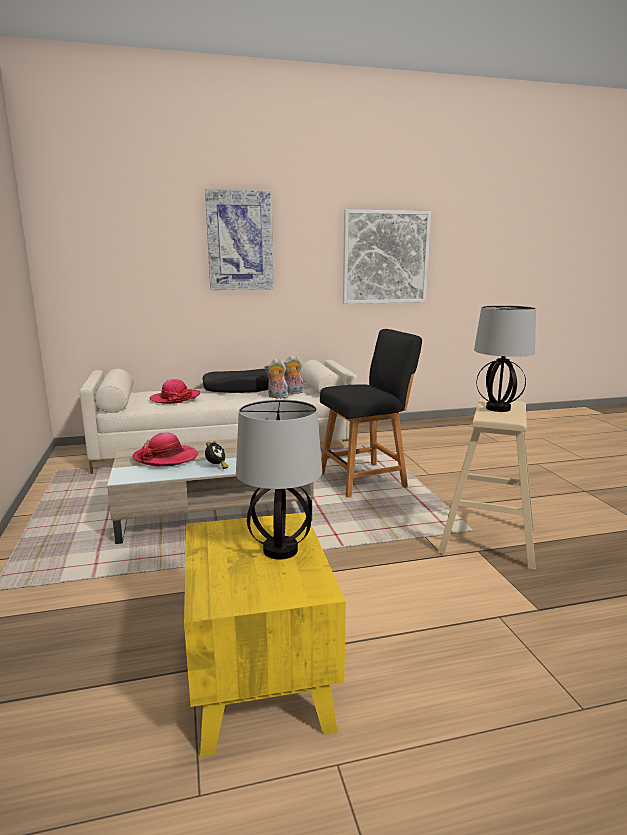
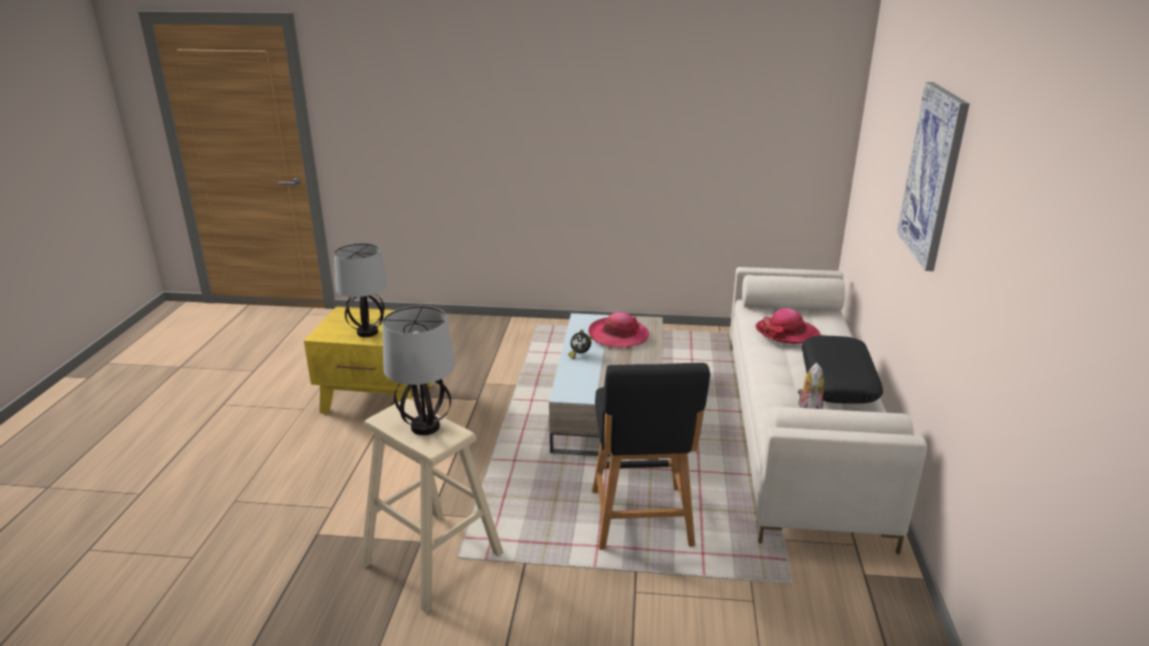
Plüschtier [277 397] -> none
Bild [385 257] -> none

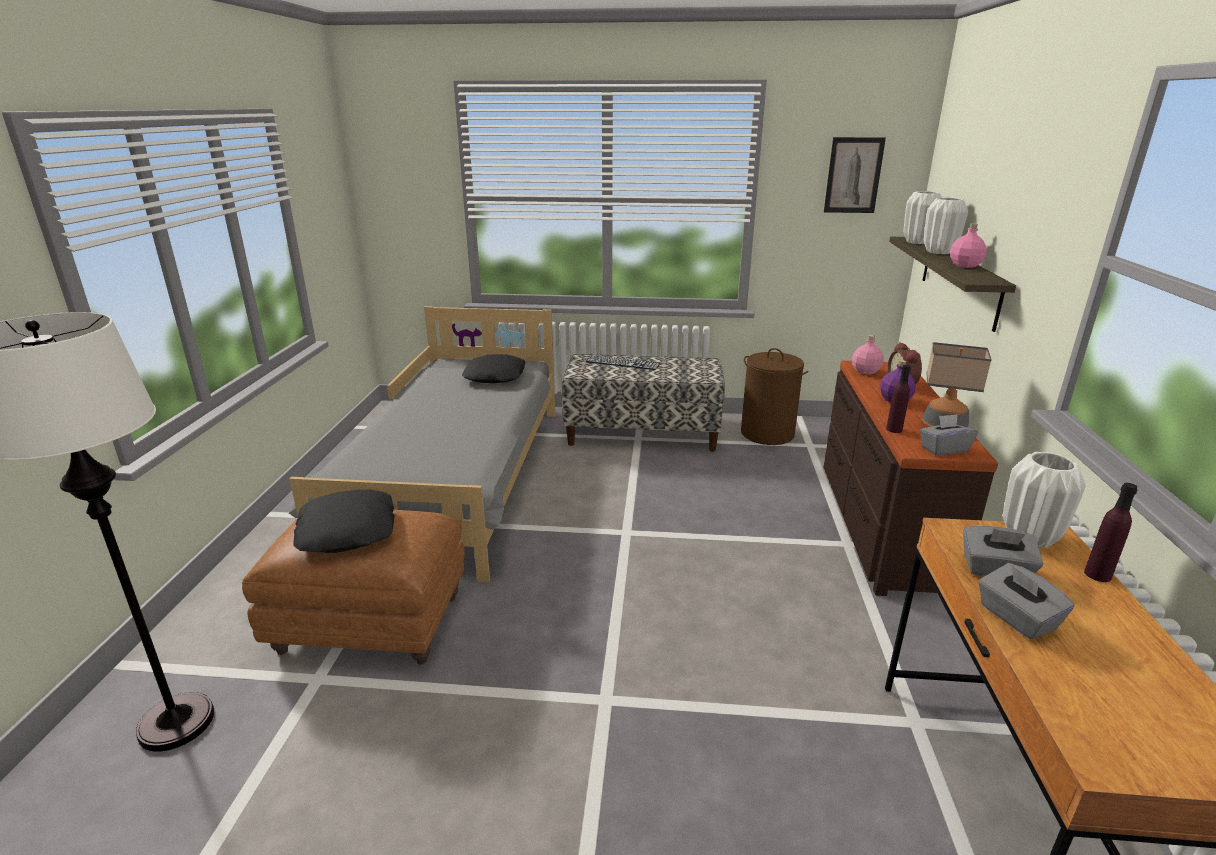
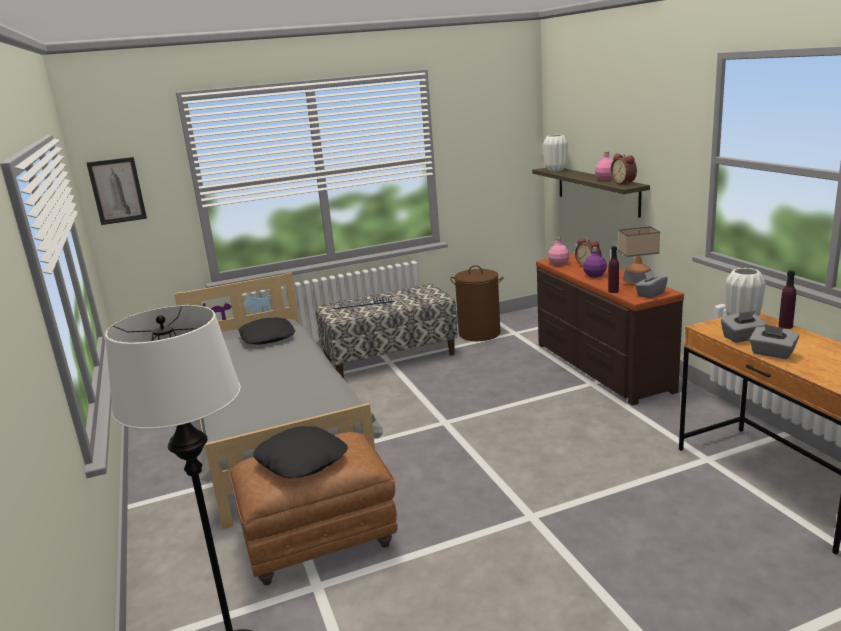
Bild [853 175] -> Bild [117 191], moved
none -> Wecker [624 183]
Vase (weiß) [938 252] -> none

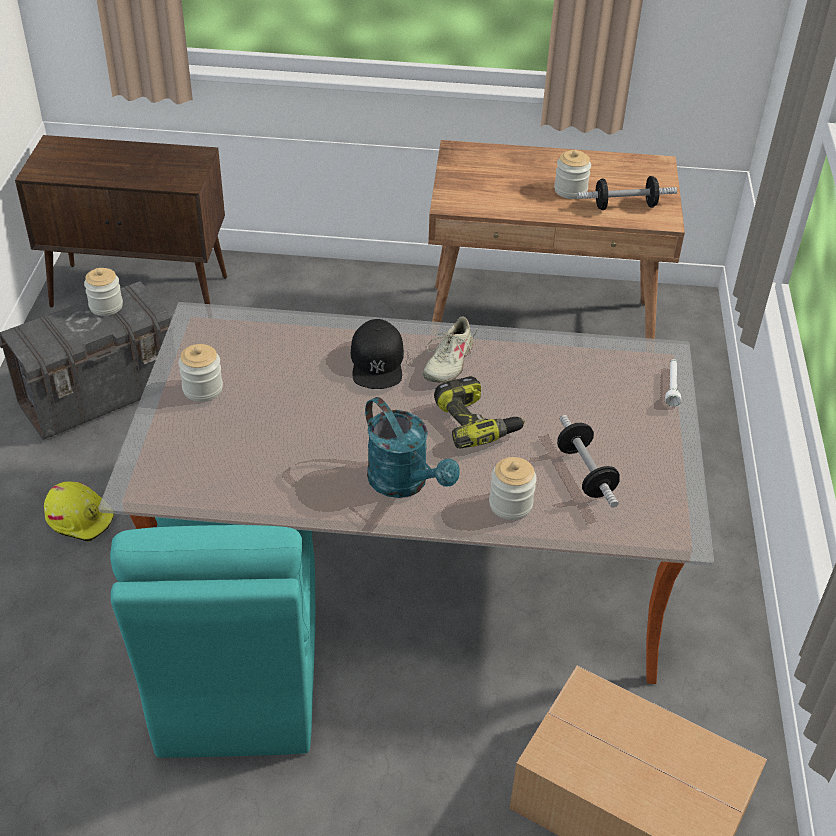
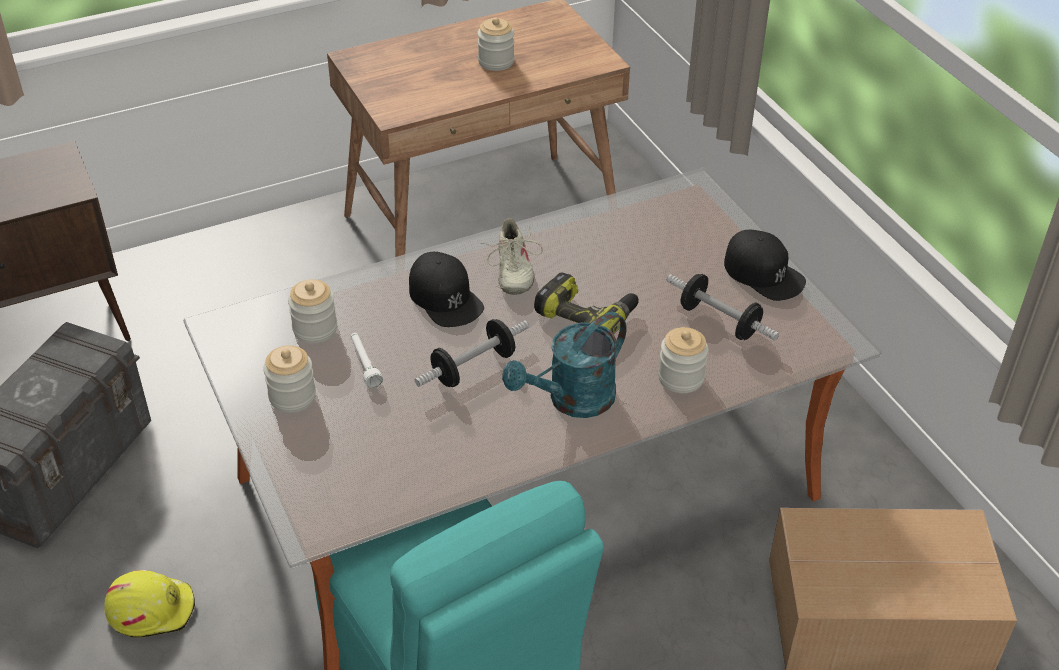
Vorratsglas [106 306] -> Vorratsglas [315 329], moved
Taschenlampe (weiß) [672 386] -> Taschenlampe (weiß) [364 364], moved
Hantel [624 206] -> Hantel [473 367], moved
Gießkanne (türkis) [405 483] -> Gießkanne (türkis) [572 401], 120 degrees clockwise
none -> Kappe (schwarz) [763 273]

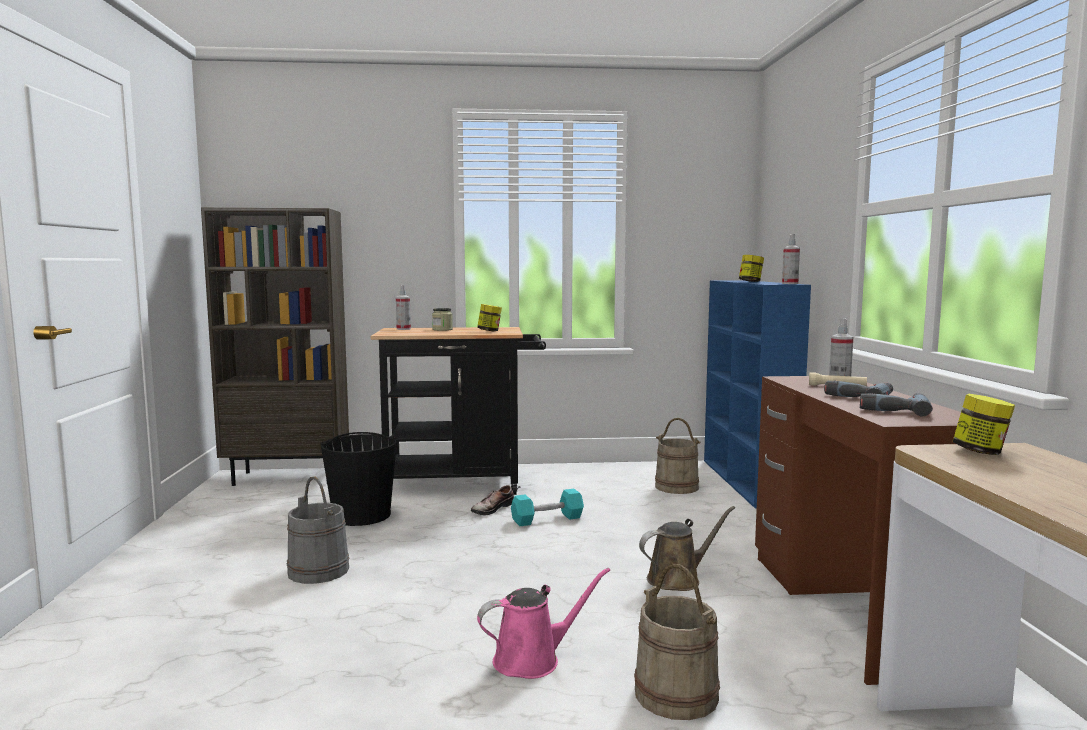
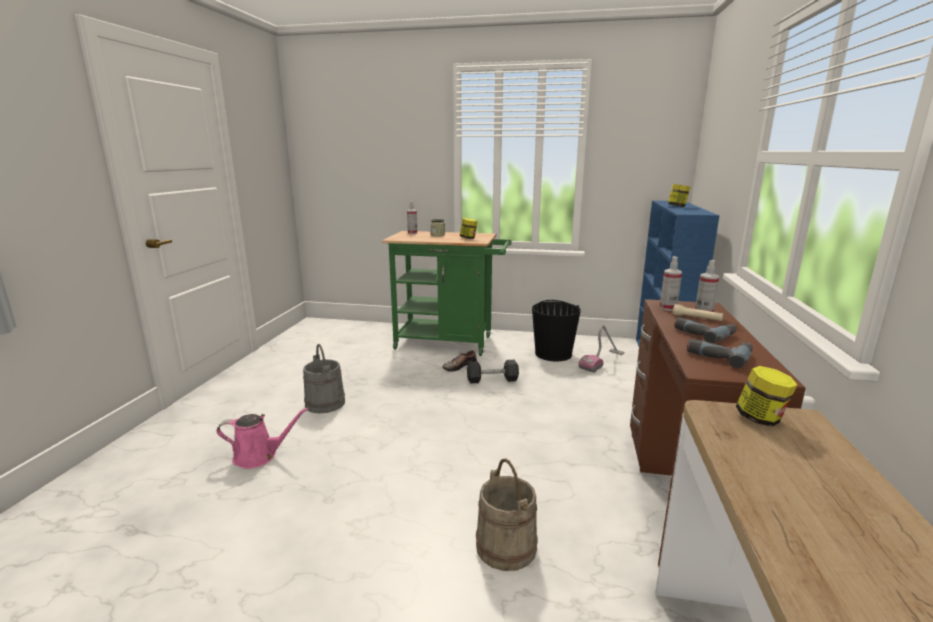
Gießkanne (rosa) [533 659] -> Gießkanne (rosa) [259 456], moved
Rollwagen (schwarz) [463 484] -> Rollwagen (grün) [450 343]
Hantel (türkis) [547 519] -> Hantel (schwarz) [492 379]
Eimer (schwarz) [361 515] -> Eimer (schwarz) [553 353], moved
Eimer (beige) [676 487] -> Staubsauger [602 361]
Sprühflasche [790 283] -> Sprühflasche [668 308], moved
Bücherregal (braun) [288 477] -> none
Gießkanne (braun) [678 579] -> none

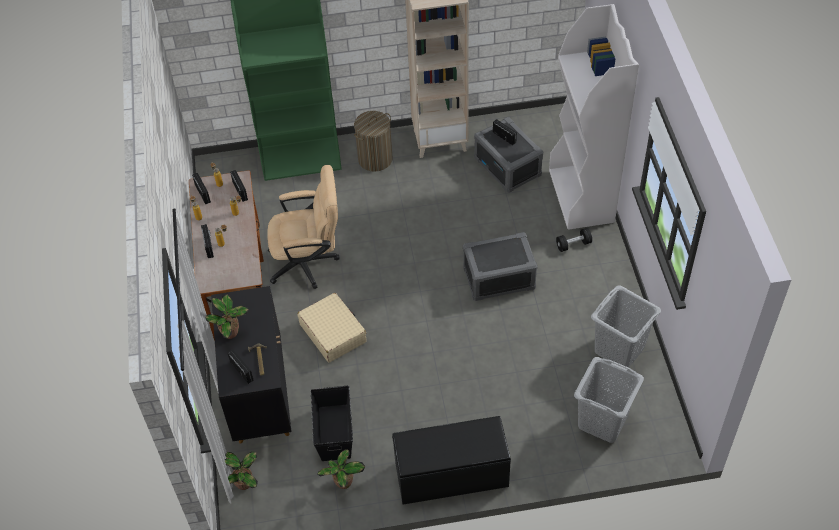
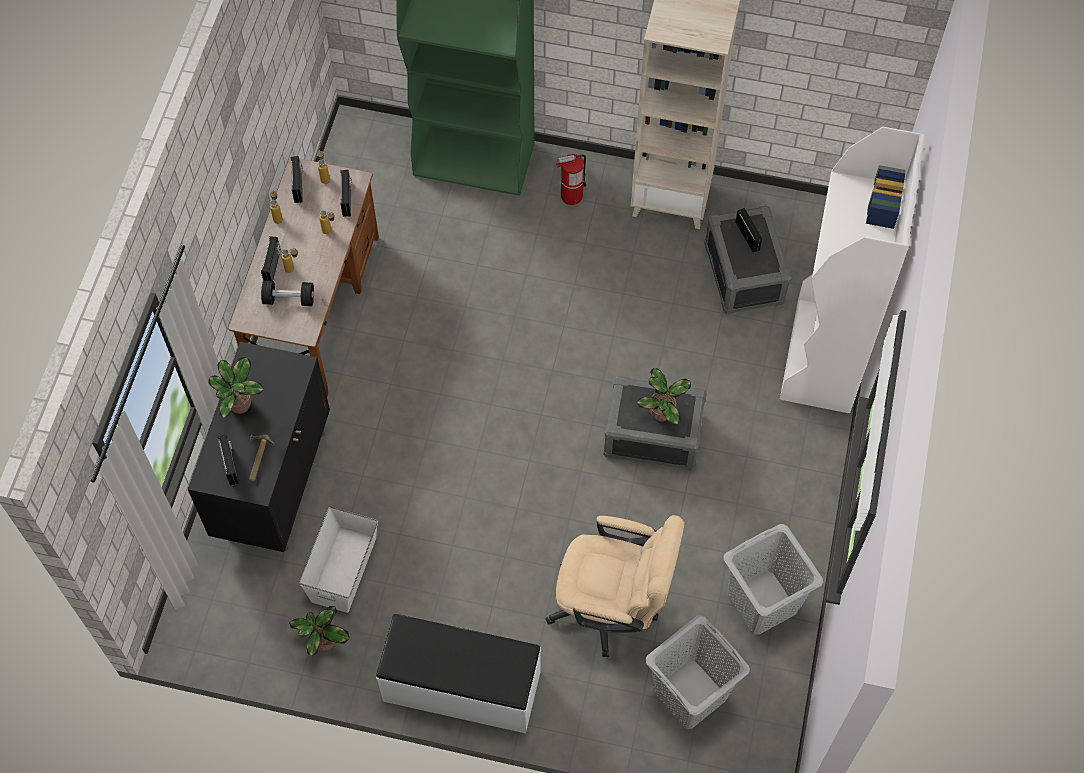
Hantel (schwarz) [573 244] -> Hantel (schwarz) [289 299], moved
Aufbewahrungsbox (schwarz) [334 432] -> Aufbewahrungsbox (weiß) [343 569]
Bank (schwarz) [451 475] -> Bank (weiß) [461 688]
Bürostuhl (beige) [309 262] -> Bürostuhl (beige) [612 608], moved
Wäschekorb [375 159] -> Feuerlöscher [571 196]
Topfpflanze [245 483] -> Topfpflanze [662 413], moved
Koffer (beige) [333 333] -> none

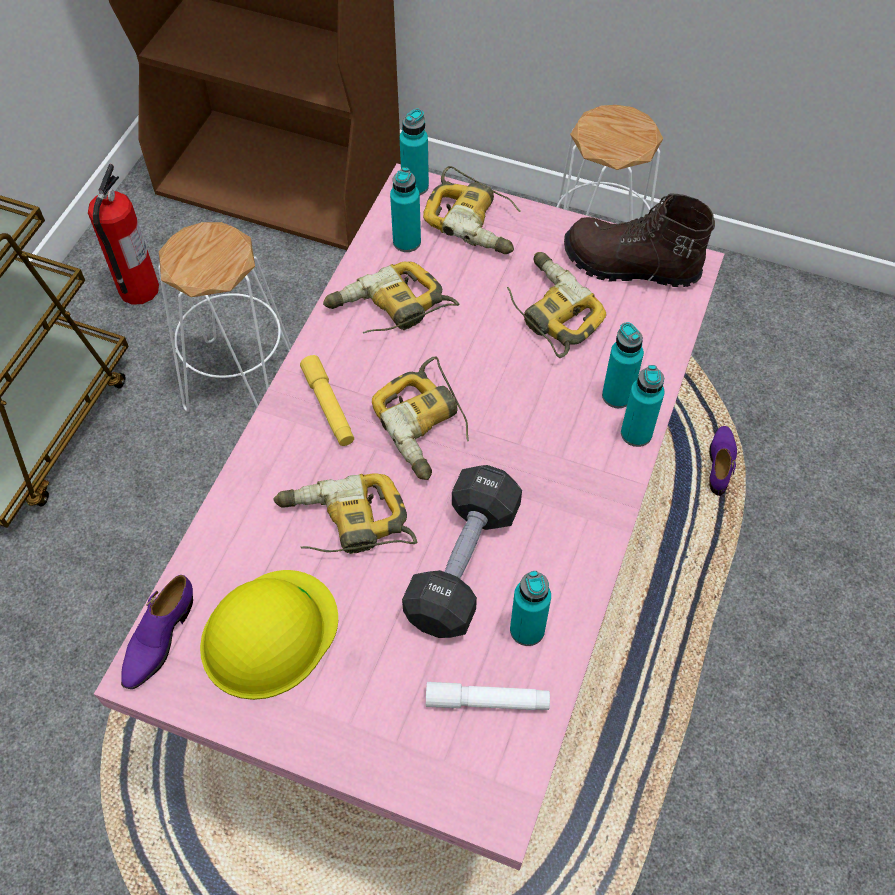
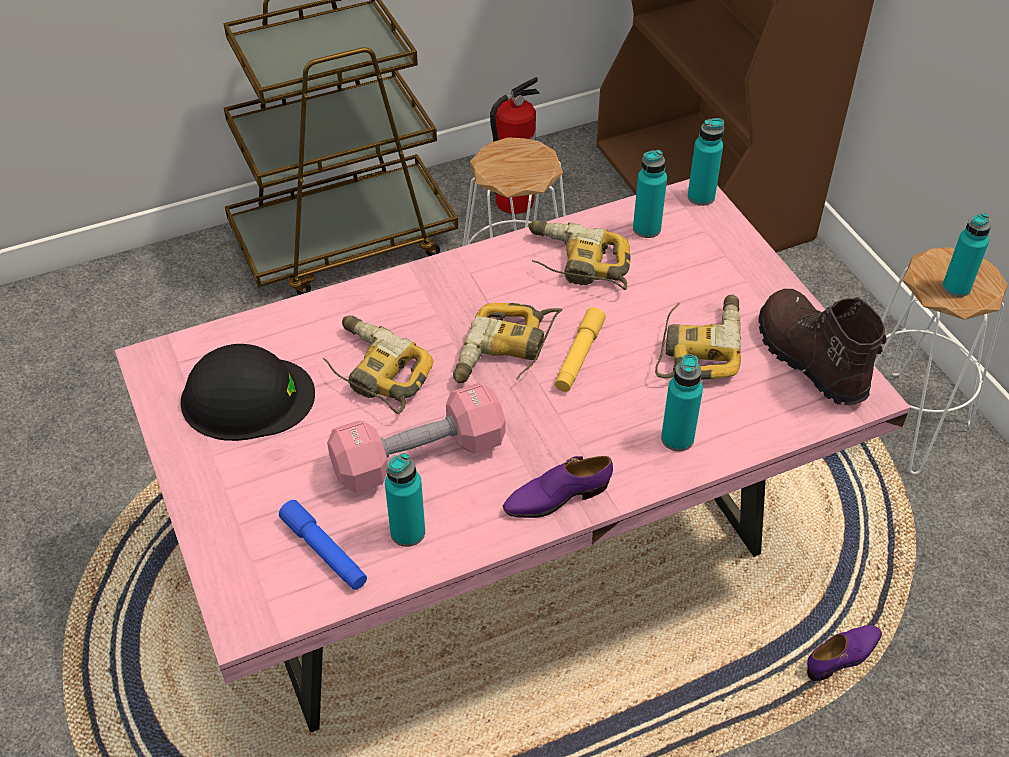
Schutzhelm (gelb) [268 634] -> Schutzhelm (schwarz) [246 397]
Taschenlampe (weiß) [487 701] -> Taschenlampe (blau) [324 551]
Hantel (schwarz) [463 564] -> Hantel (rosa) [419 457]
Schuh (lila) [158 639] -> Schuh (lila) [556 497], moved
Taschenlampe (gelb) [328 406] -> Taschenlampe (gelb) [579 356], moved
Flasche (türkis) [636 433] -> Flasche (türkis) [956 287], moved
Bohrmaschine [476 221] -> none

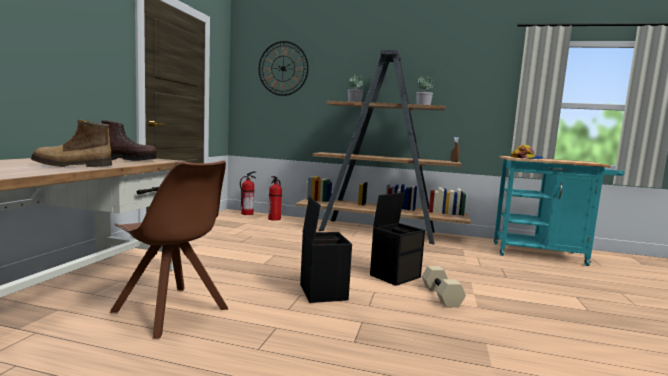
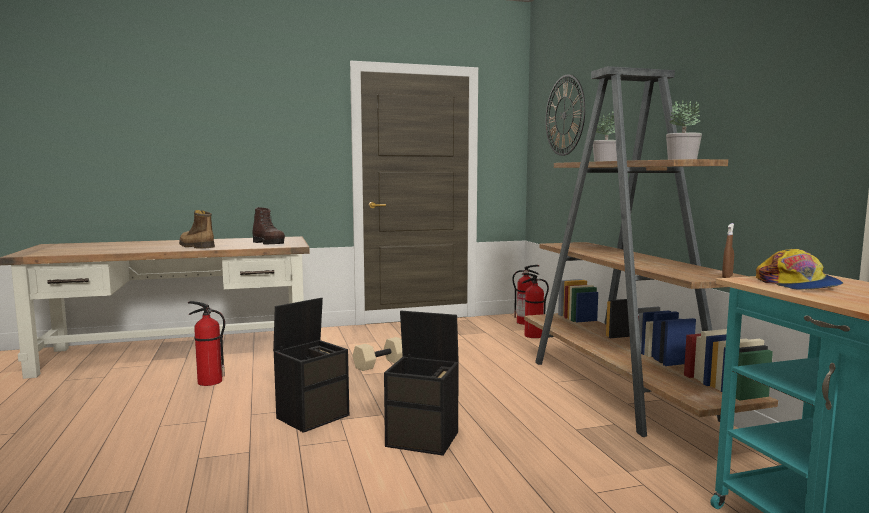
Stuhl (braun) [172 311] -> Feuerlöscher [209 382]
Hantel (beige) [442 296] -> Hantel (beige) [380 364], moved

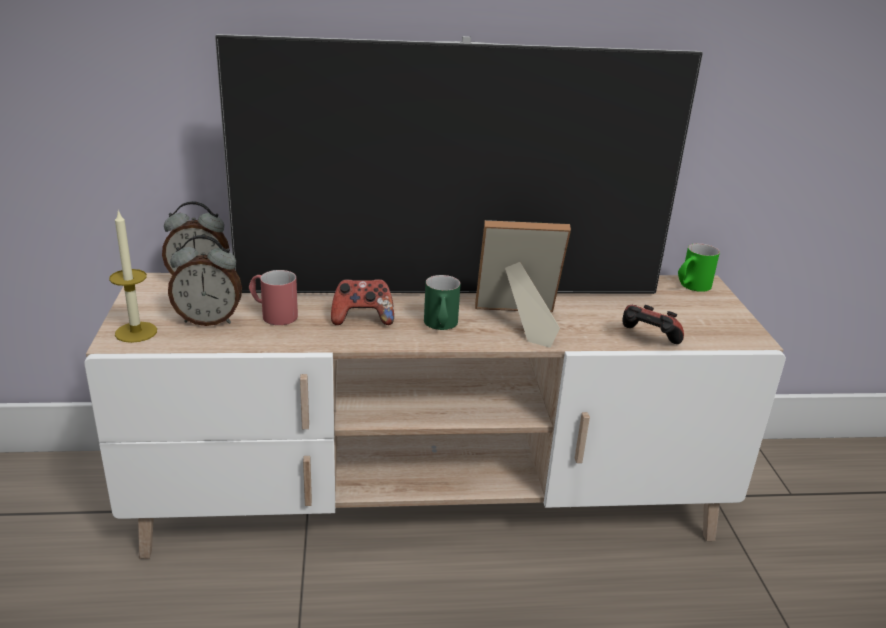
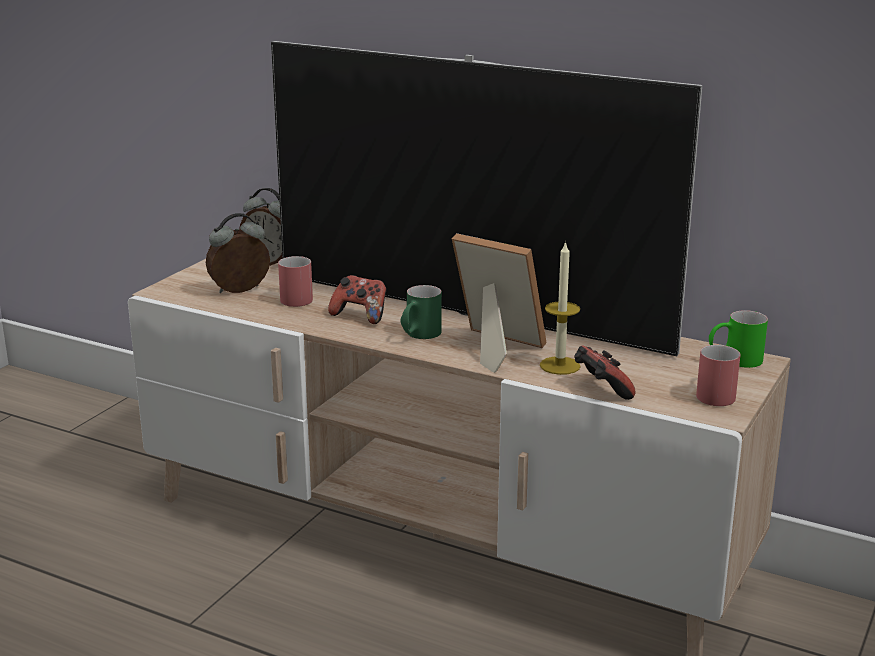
Wecker [209 320] -> Wecker [240 291], 120 degrees clockwise
Kerze [136 332] -> Kerze [560 365], moved
none -> Henkelbecher (rot) [715 393]

